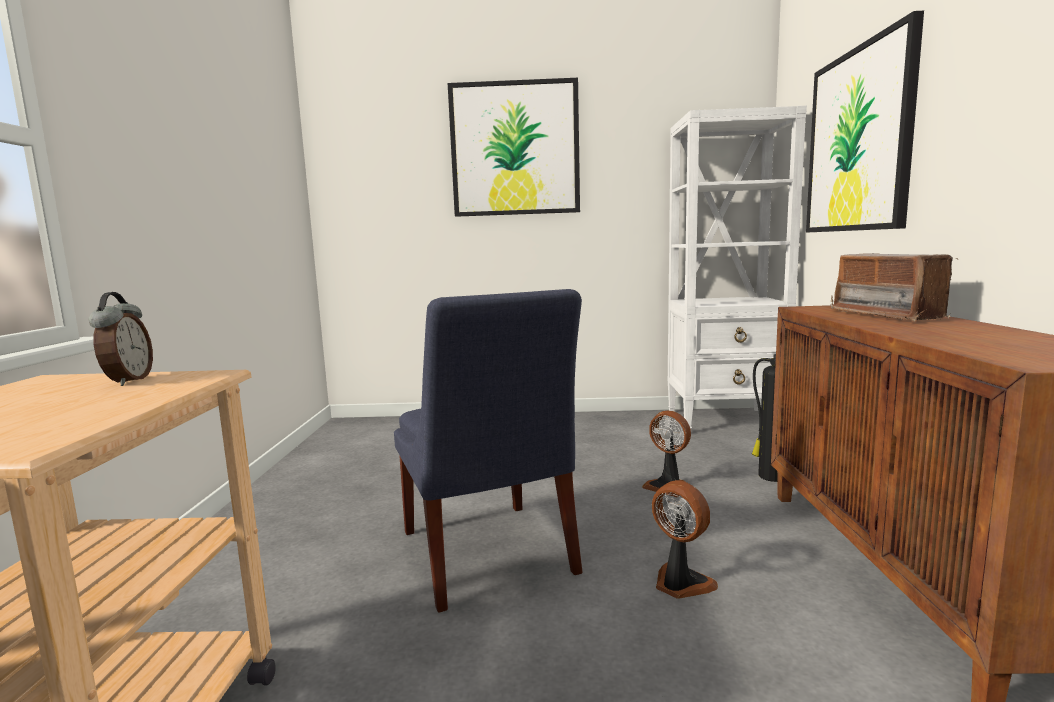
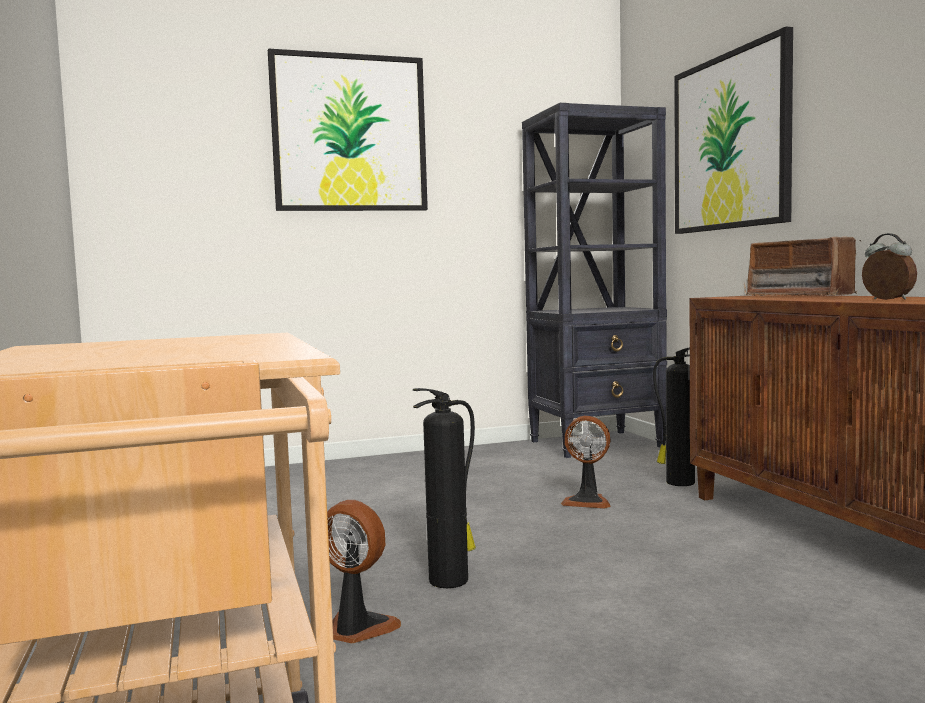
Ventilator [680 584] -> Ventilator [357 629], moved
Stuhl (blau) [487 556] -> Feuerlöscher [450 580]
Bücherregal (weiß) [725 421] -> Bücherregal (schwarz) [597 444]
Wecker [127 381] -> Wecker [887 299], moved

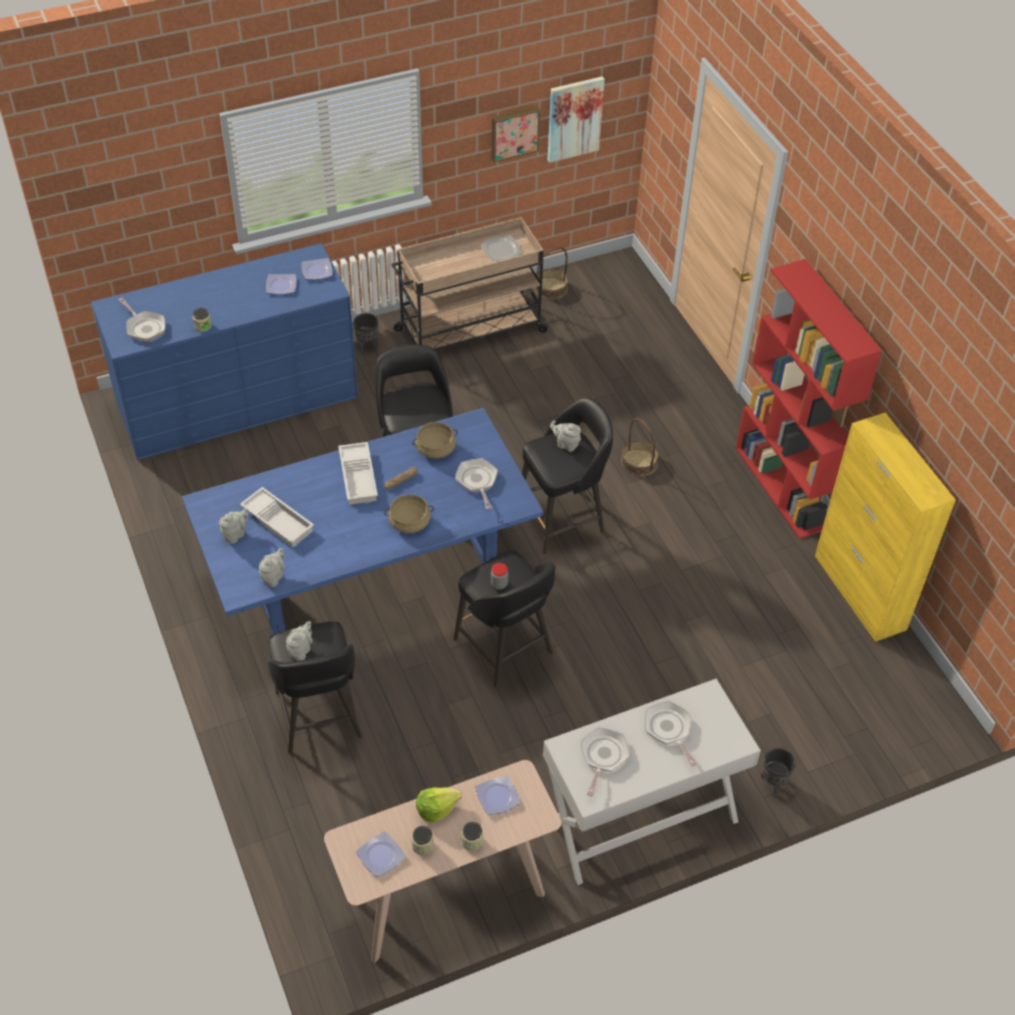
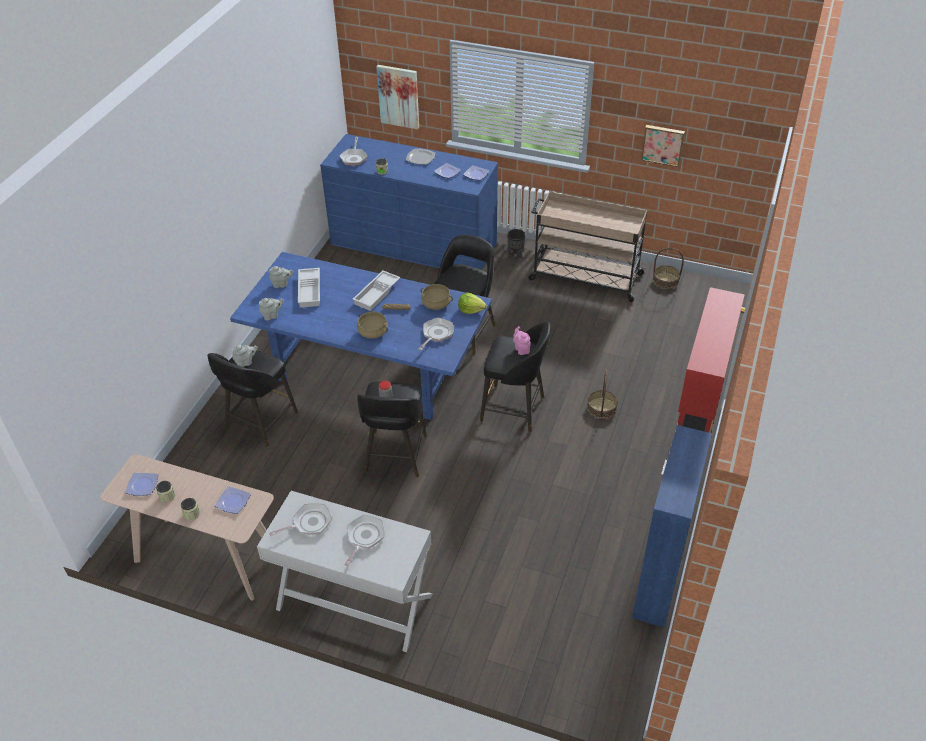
Bild [574 118] -> Bild [398 96], moved
Teller [501 249] -> Teller [421 157], moved
Salatkopf [436 808] -> Salatkopf [471 309], moved
Teekanne (grau) [566 444] -> Teekanne (rosa) [521 349]
Schrank (gelb) [860 593] -> Schrank (blau) [658 581]
Pflanzkübel (schwarz) [773 783] -> none

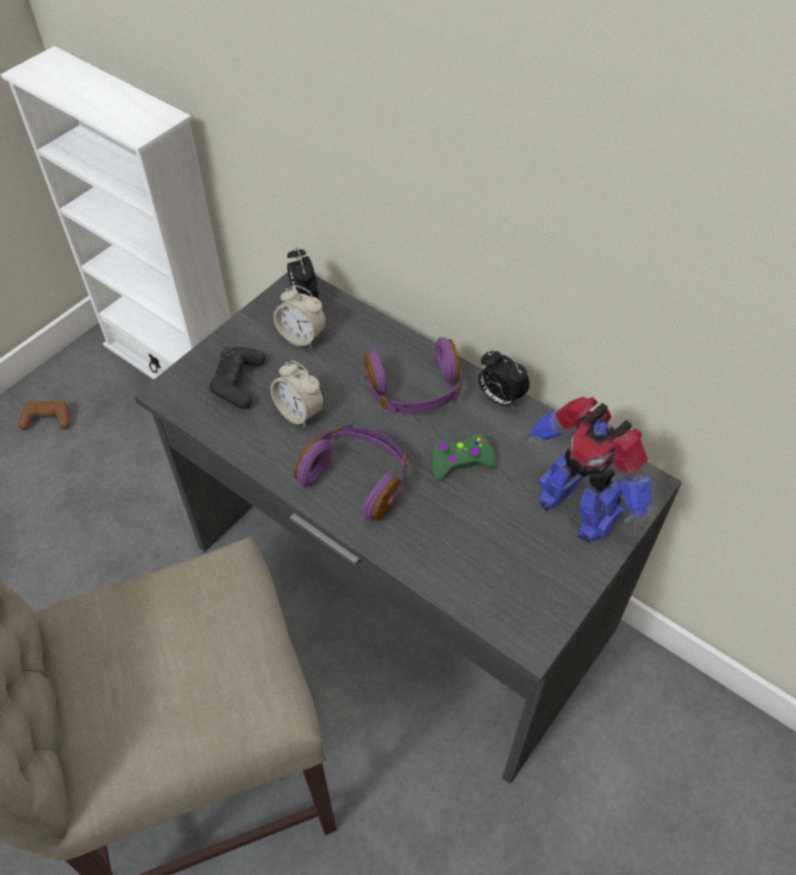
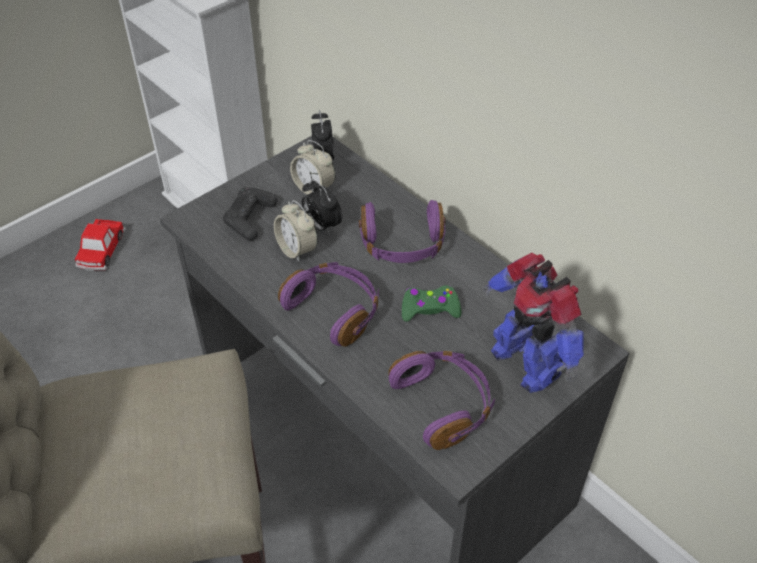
Gamepad (braun) [47 420] -> Spielzeugauto [101 250]
Wecker [499 398] -> Wecker [321 226], moved
none -> Kopfhörer (lila) [443 404]

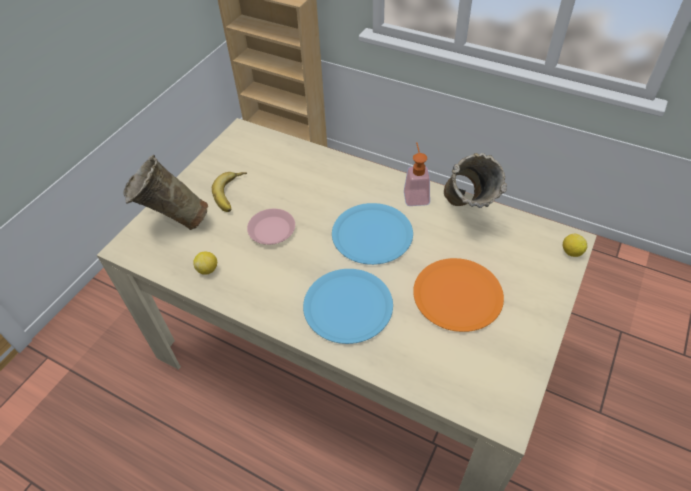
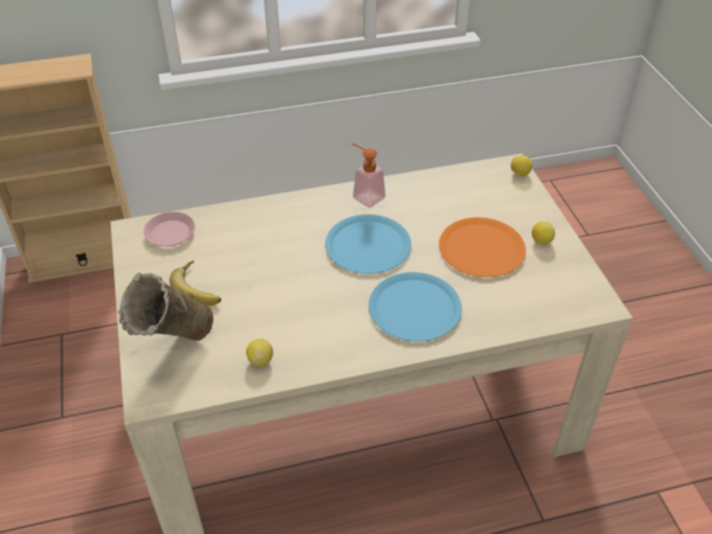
Teller (rosa) [272 230] -> Teller (rosa) [170 233], moved
none -> Zitrone [541 241]
Vase (beige) [465 216] -> none

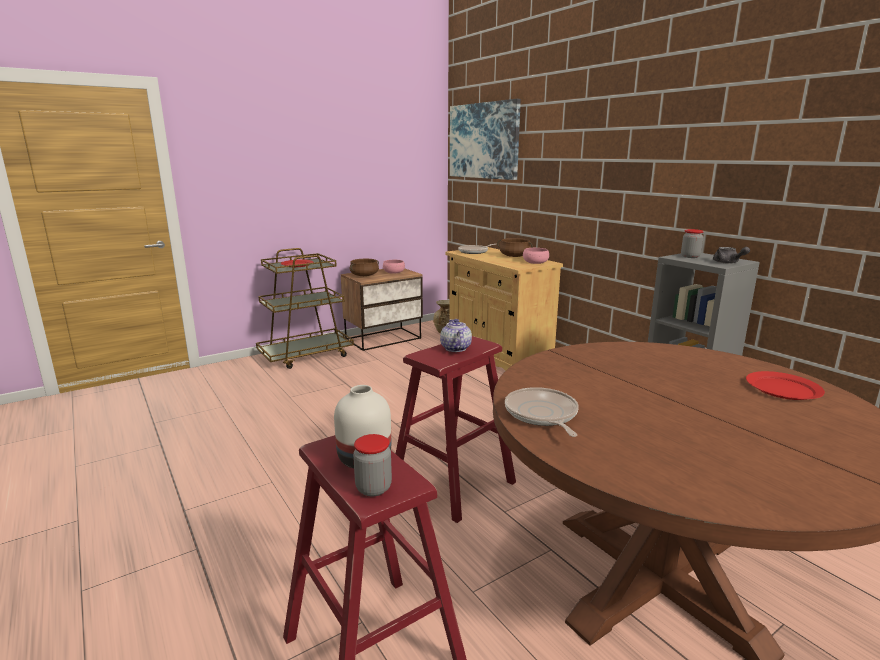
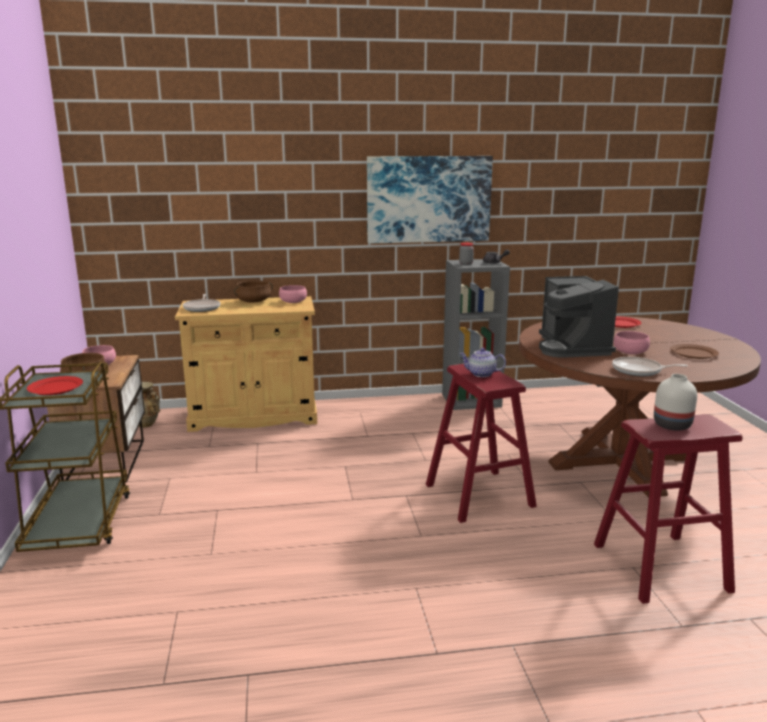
Bild [483 141] -> Bild [428 199], moved
none -> Kaffeemaschine [572 347]
none -> Schüssel (rosa) [630 351]
none -> Teller (braun) [693 353]
Vorratsglas [373 488] -> none

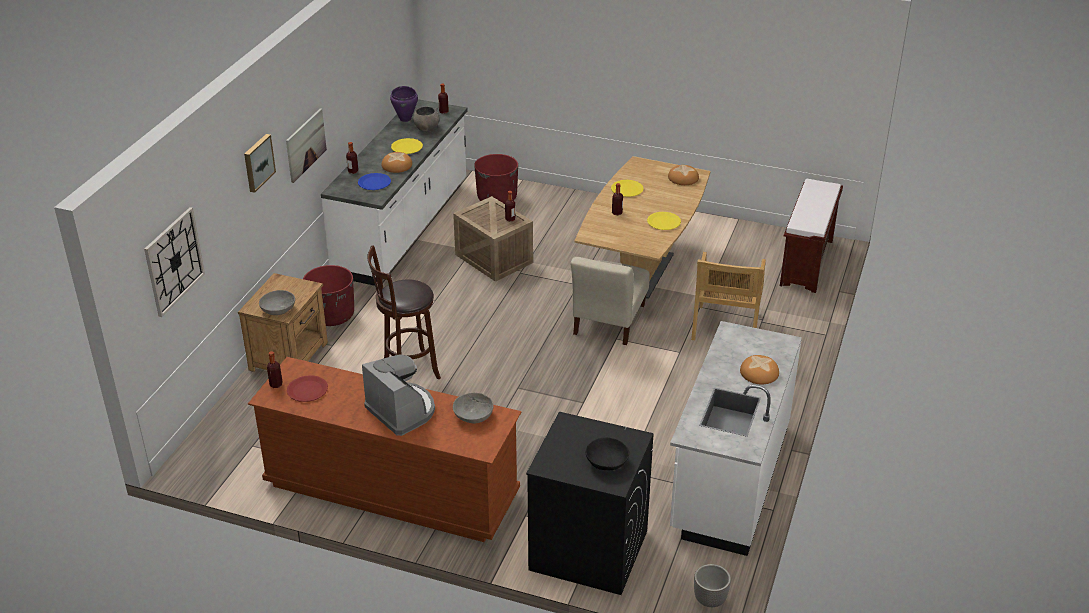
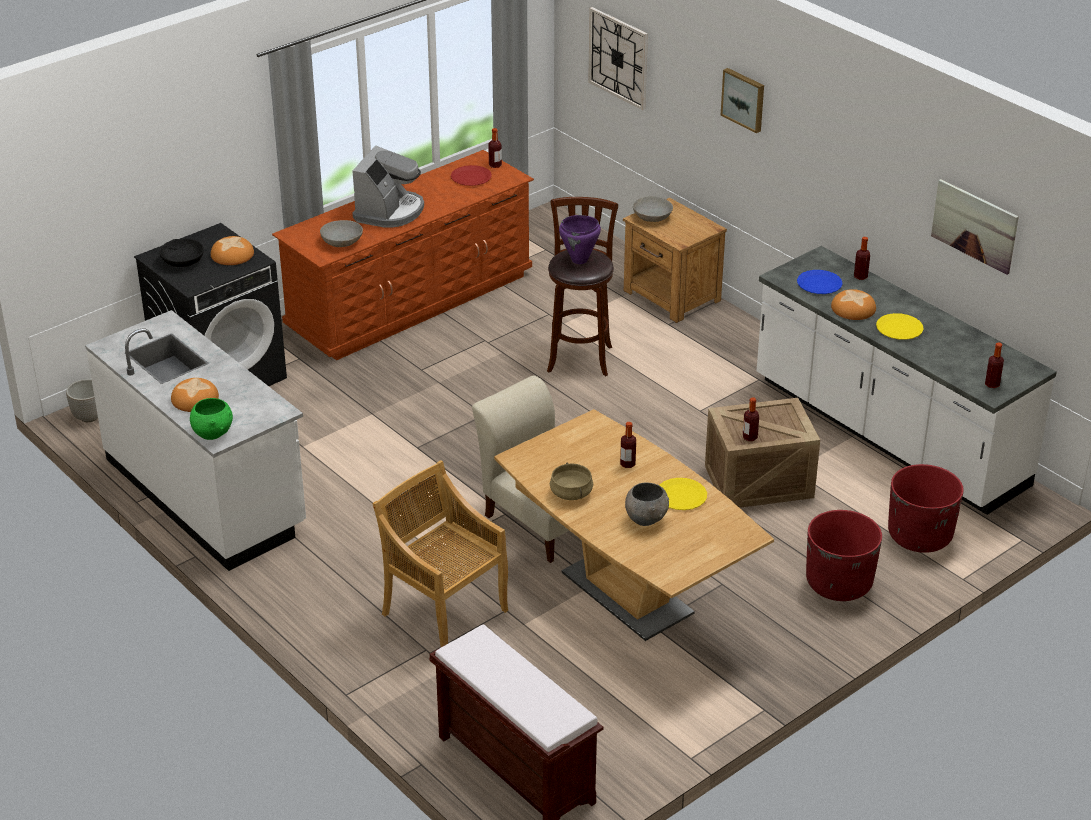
none -> Schüssel (grün) [213 433]
Brot [683 178] -> Brot [232 255], moved
Kaffeemaschine [402 411] -> Kaffeemaschine [389 211], 60 degrees counterclockwise
Teller (gelb) [663 222] -> Kochtopf (beige) [571 493]
Kochtopf (lila) [405 119] -> Kochtopf (lila) [579 260], moved
Schüssel (grau) [426 129] -> Schüssel (grau) [646 519], moved
Pflanzkübel (rot) [332 315] -> Pflanzkübel (rot) [839 583], moved
Bild [305 145] -> Bild [974 226], moved

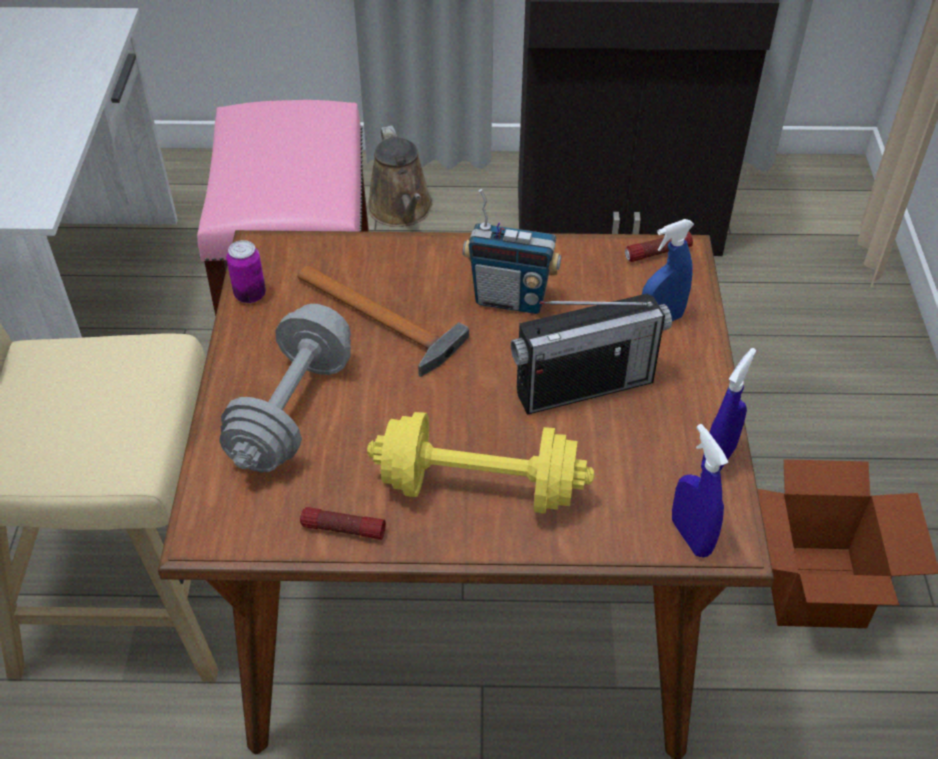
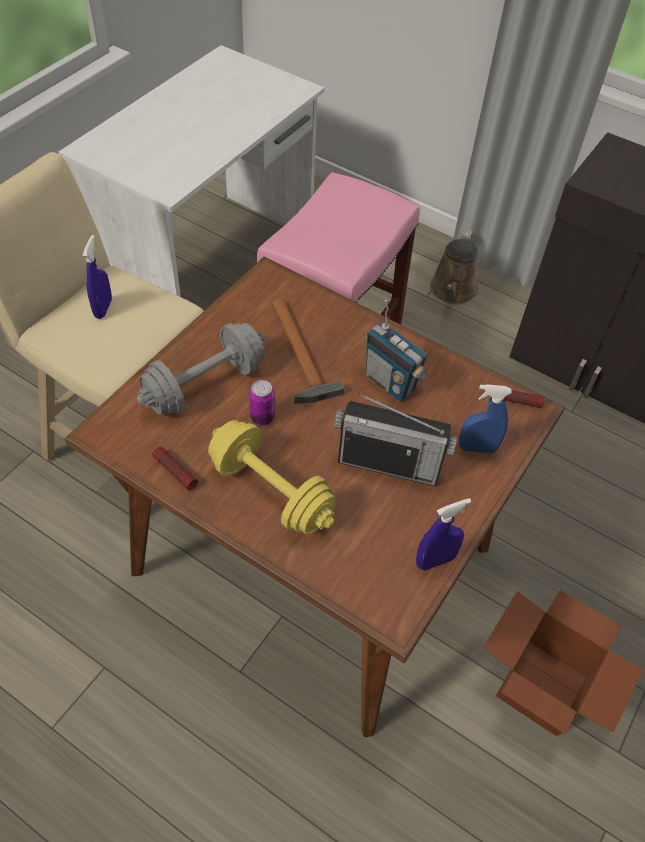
Sprühflasche (blau) [691 537] -> Sprühflasche (blau) [103 308], moved
Dose [250 295] -> Dose [262 417], moved

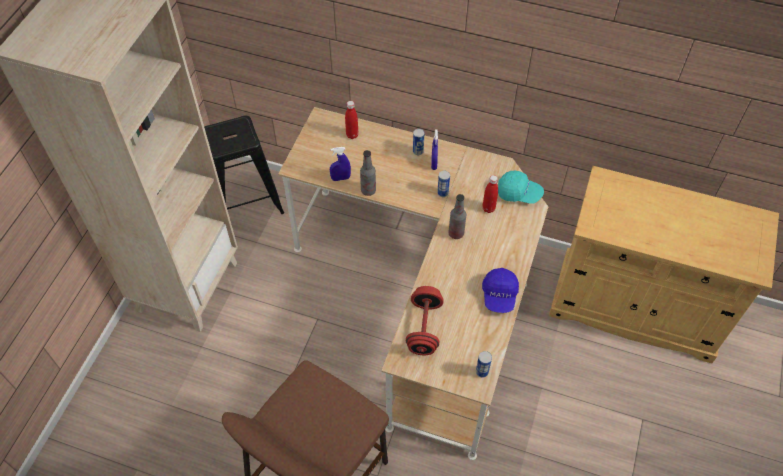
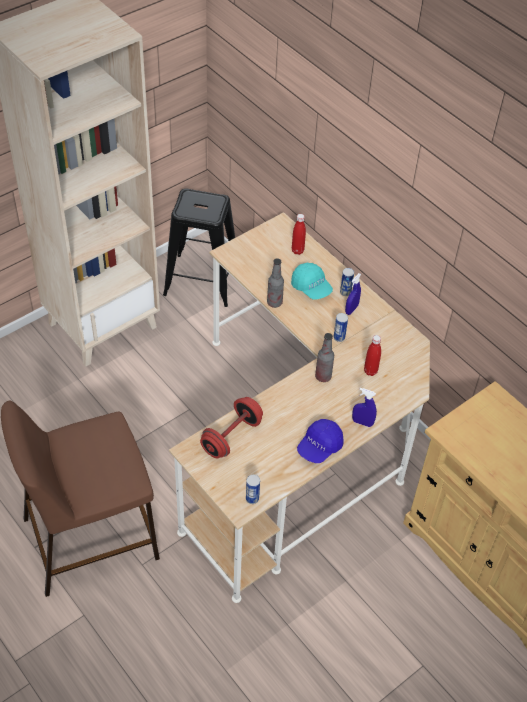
Kappe (türkis) [519 193] -> Kappe (türkis) [311 288], moved
Sprühflasche (blau) [340 178] -> Sprühflasche (blau) [362 422], moved

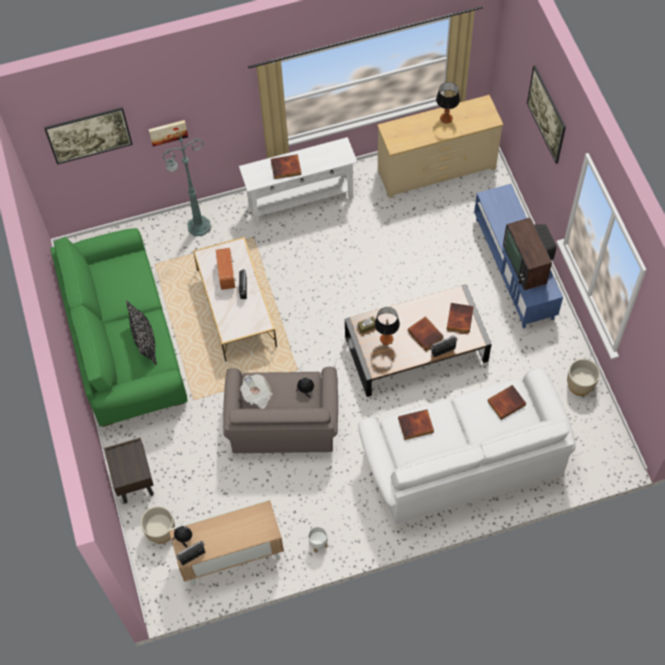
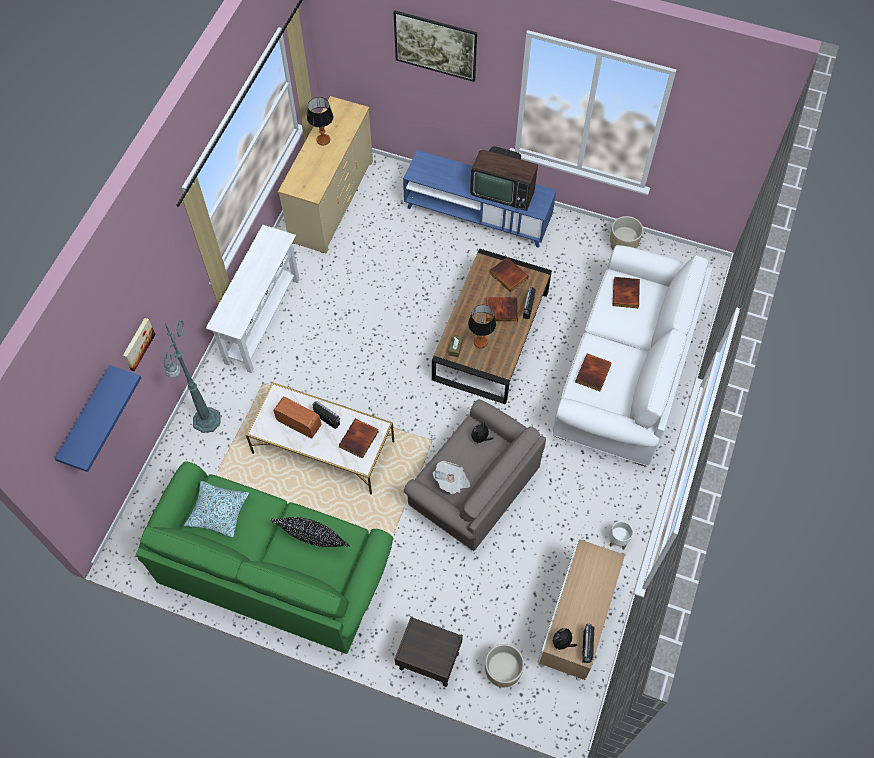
Bild [91 144] -> Wandregal (blau) [86 417]
none -> Kissen [218 512]
Buch [286 168] -> Buch [359 440], moved

